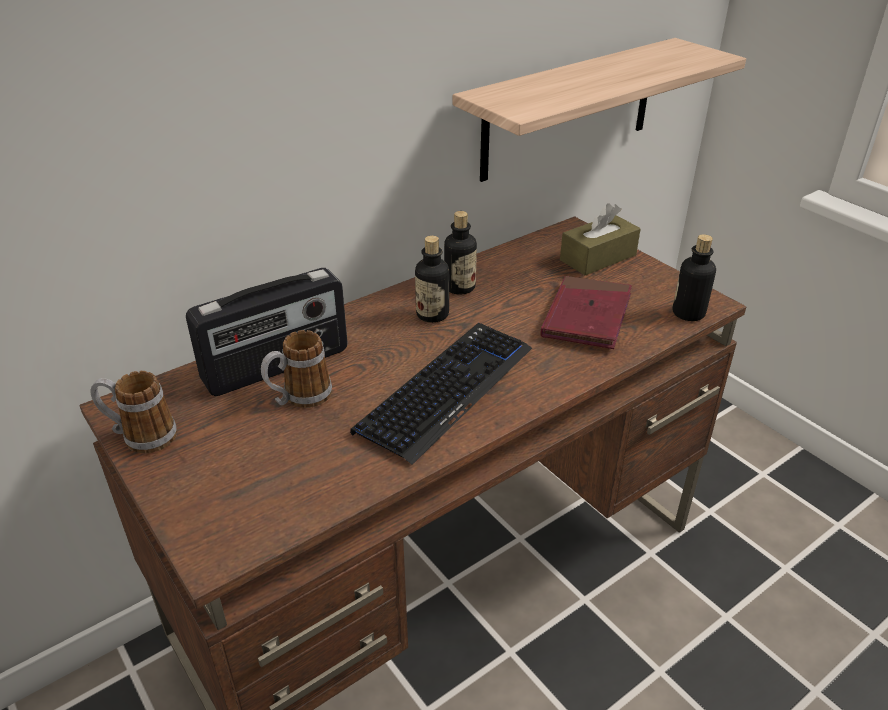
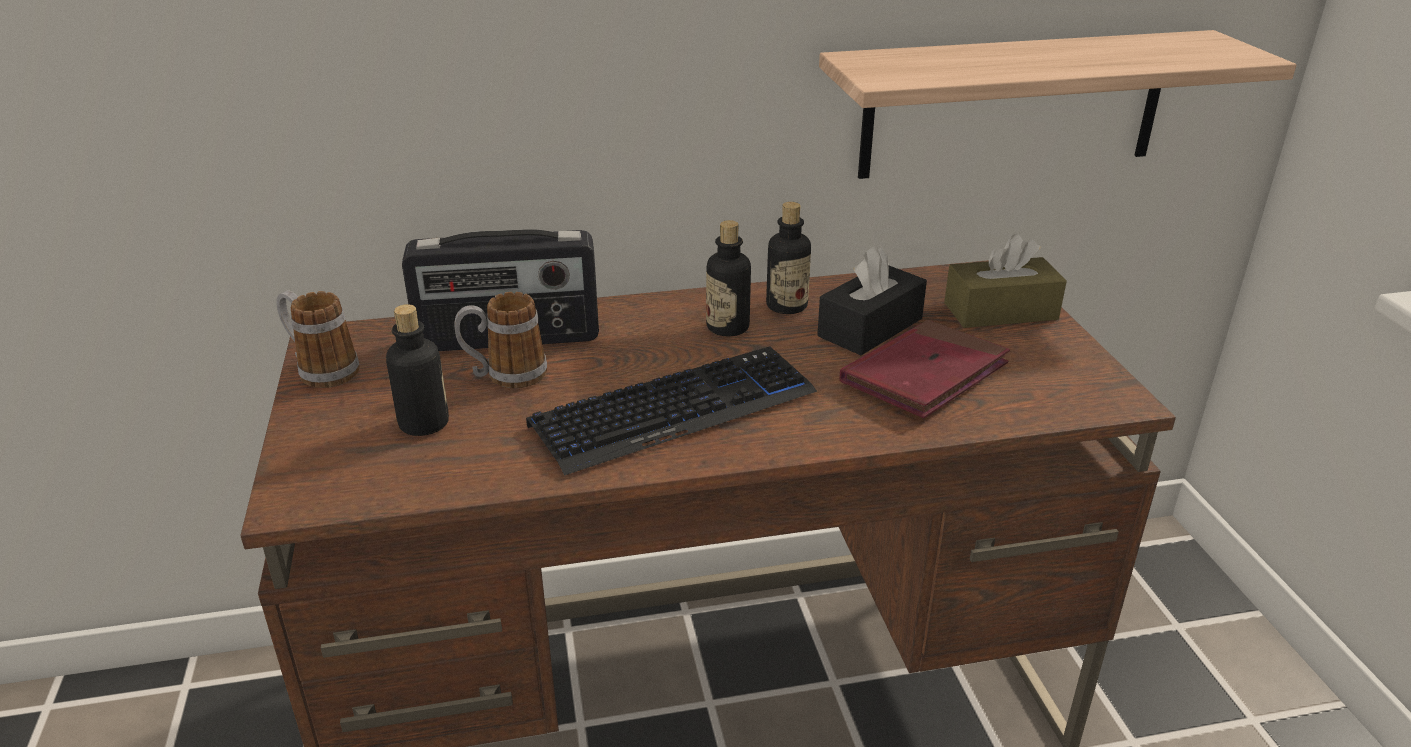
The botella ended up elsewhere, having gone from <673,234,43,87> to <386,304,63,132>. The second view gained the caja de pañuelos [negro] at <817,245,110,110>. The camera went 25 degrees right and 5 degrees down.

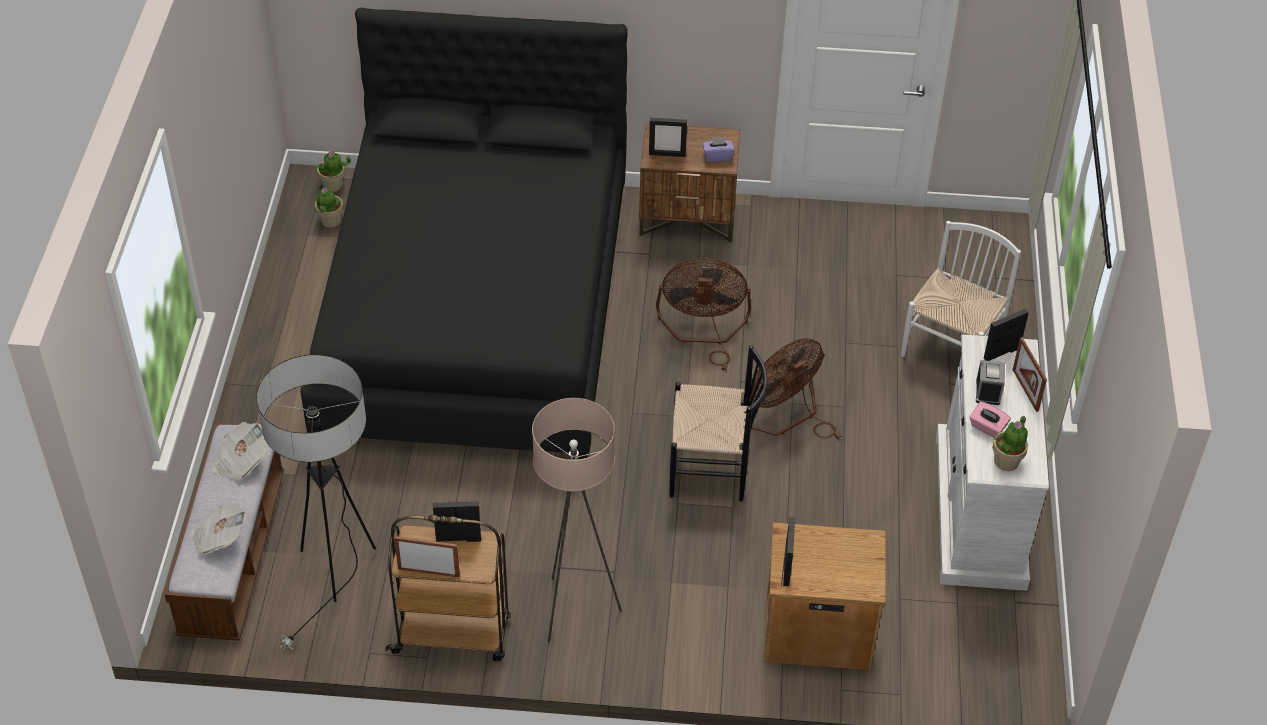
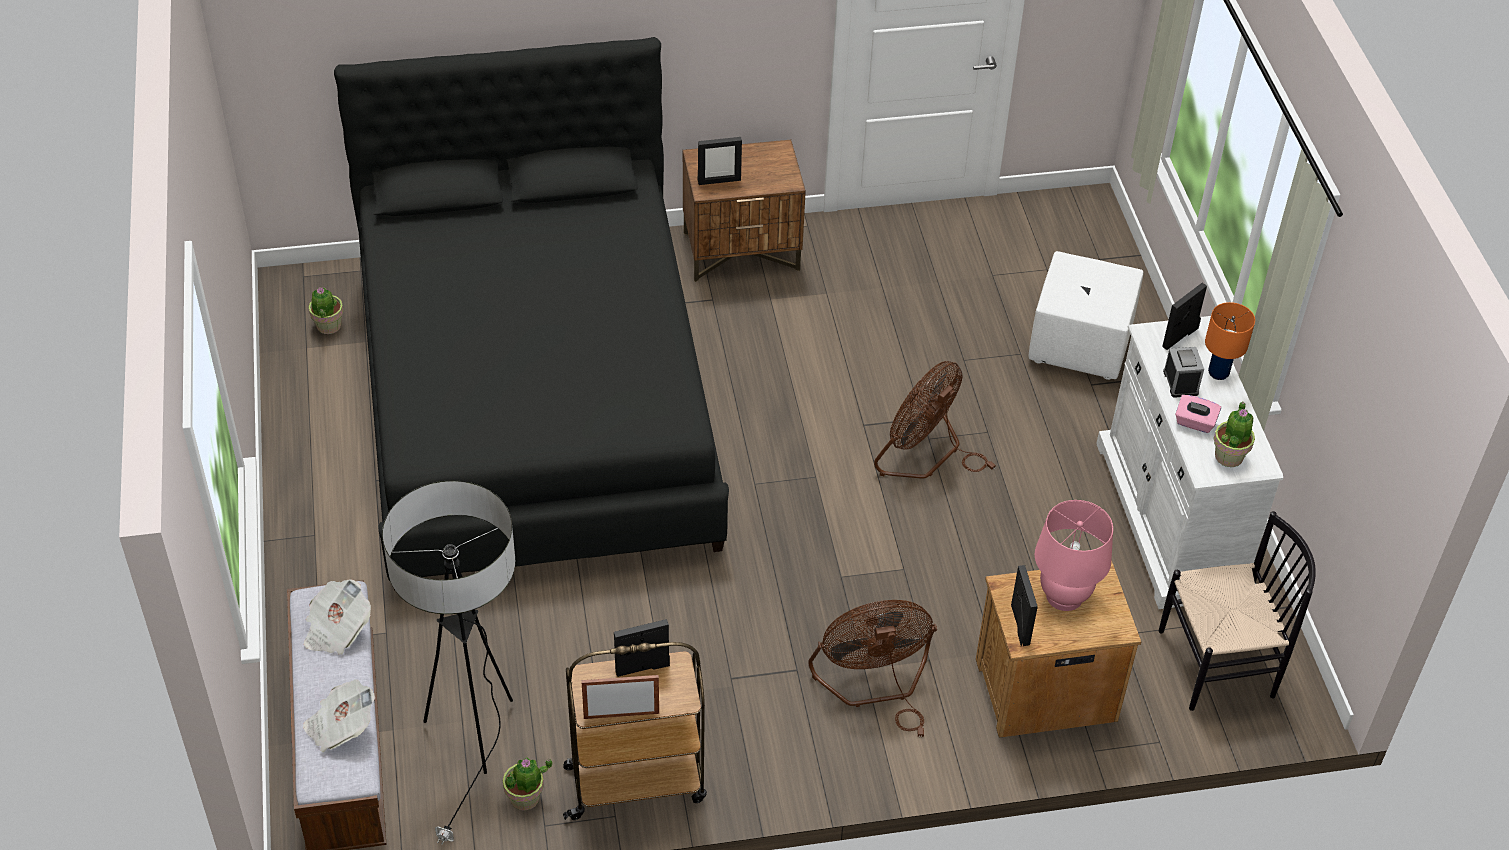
The second view lost the caja de pañuelos [morado] at <702,137,33,25>. The planta en maceta ended up elsewhere, having gone from <317,151,34,41> to <503,757,50,54>. Where the silla [blanco] stood at <901,221,120,136>, the puf [blanco] came to stand at <1029,251,115,129>. The ventilador [marrón] ended up elsewhere, having gone from <656,258,95,113> to <809,600,128,137>. Where the portarretratos stood at <1013,337,34,75>, the lámpara de mesa [naranja] came to stand at <1205,302,50,78>. The silla [negro] ended up elsewhere, having gone from <669,345,98,157> to <1159,511,157,200>. The second view lost the lámpara de pie [beis] at <532,398,90,244>. The second view gained the lámpara de mesa [rosa] at <1035,500,78,111>. The camera went 15 degrees left and 0 degrees up.

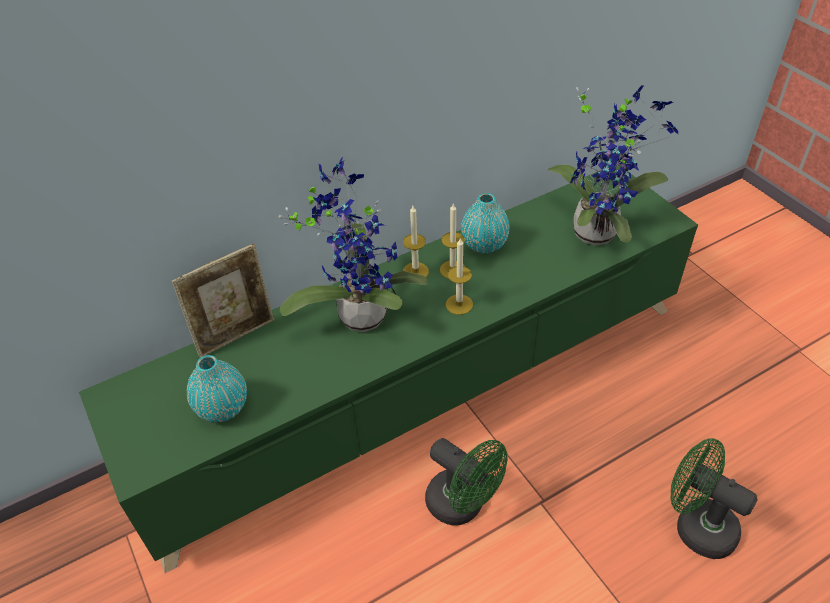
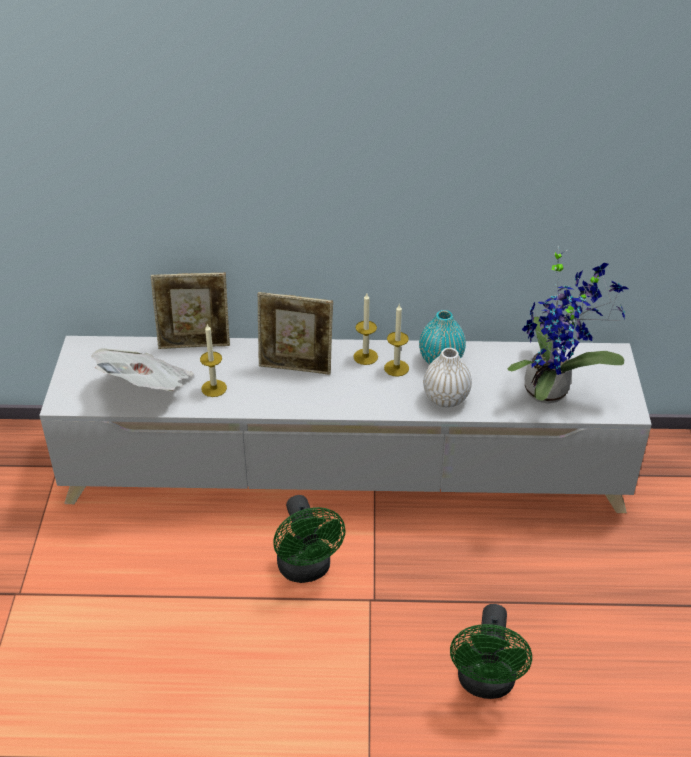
Where the planta en maceta stood at <279,157,149,175>, the portarretratos came to stand at <258,292,75,83>. What was the mueble de televisión [verde] at <79,166,619,407> turned into the mueble de televisión [blanco] at <39,336,613,177>. The vela ended up elsewhere, having gone from <446,238,27,77> to <200,323,27,74>. Where the florero [turquesa] stood at <187,355,60,67>, the periódico came to stand at <91,348,103,43>. The ventilador [verde] at <671,438,87,121> ended up facing another way, 150 degrees counterclockwise from before. The second view gained the florero [blanco] at <423,348,49,59>. The camera went 30 degrees right and 5 degrees down.

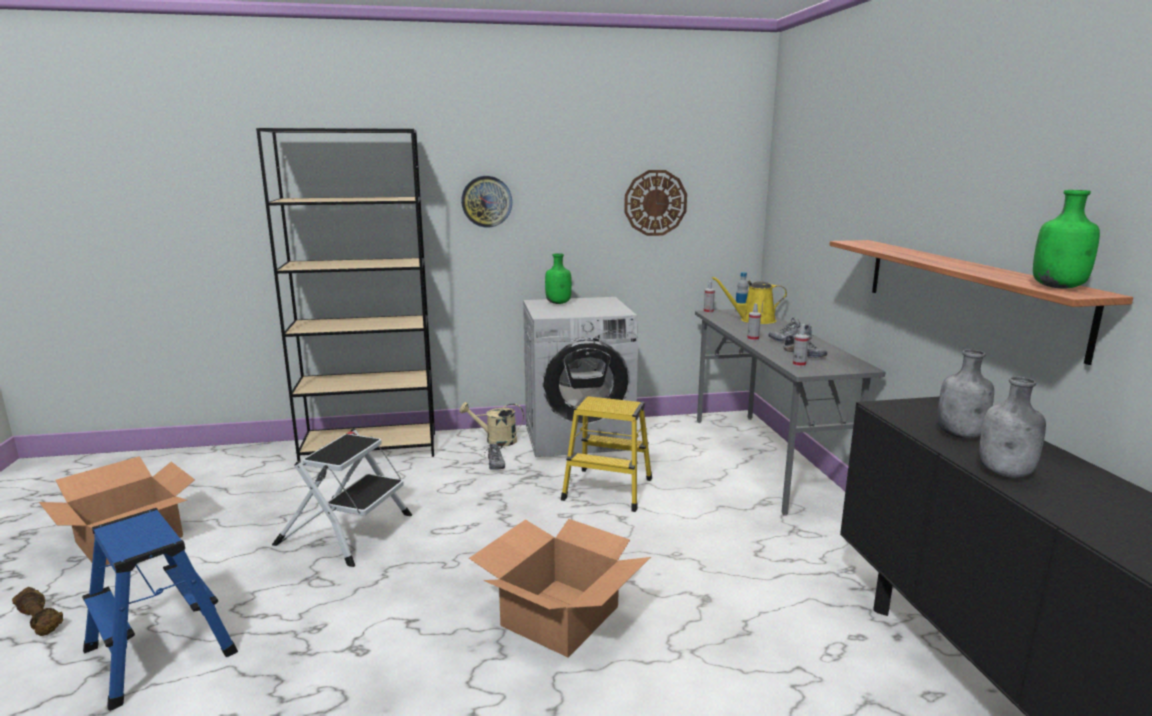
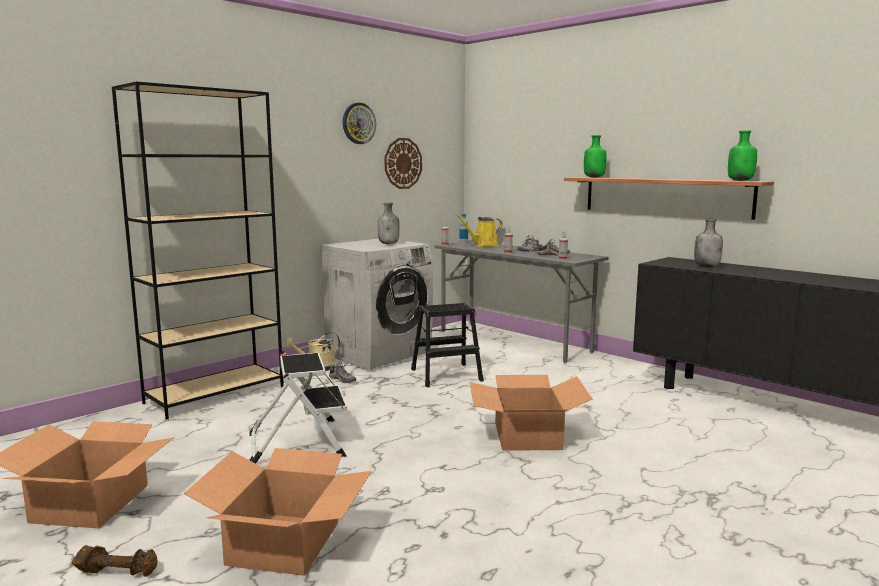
The reloj de pared ended up elsewhere, having gone from <461,176,51,52> to <343,103,33,41>. The botella [verde] ended up elsewhere, having gone from <545,253,27,51> to <584,135,23,43>. The botella [gris] ended up elsewhere, having gone from <979,376,67,102> to <378,203,22,41>. What was the escalera de tijera [amarillo] at <561,395,91,117> turned into the escalera de tijera [negro] at <411,303,73,84>. Where the escalera de tijera [azul] stood at <82,508,156,203>, the caja de cartón came to stand at <184,448,188,128>. The camera went 35 degrees left and 5 degrees down.

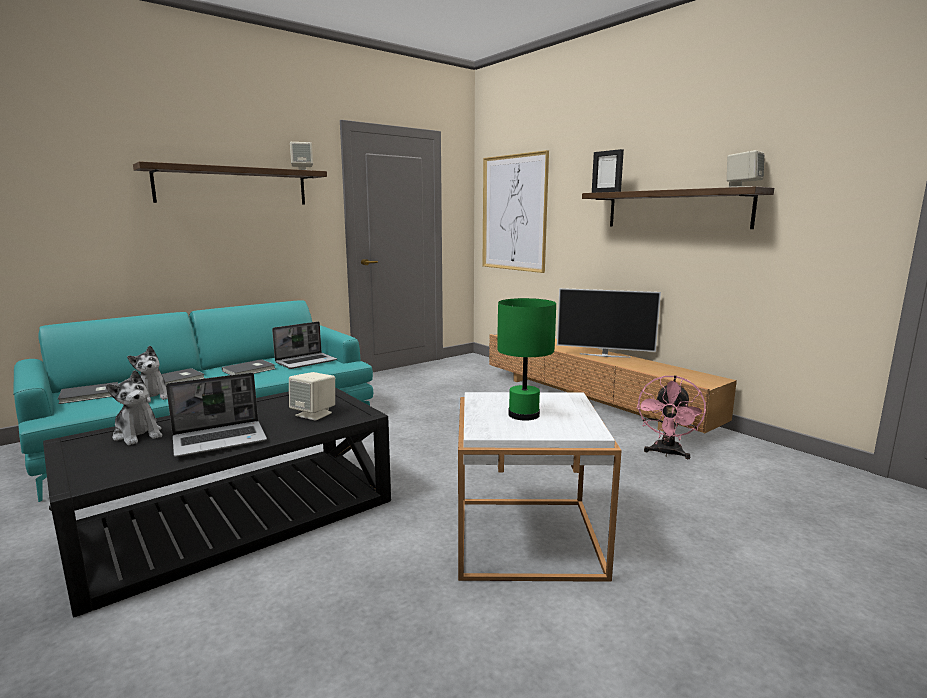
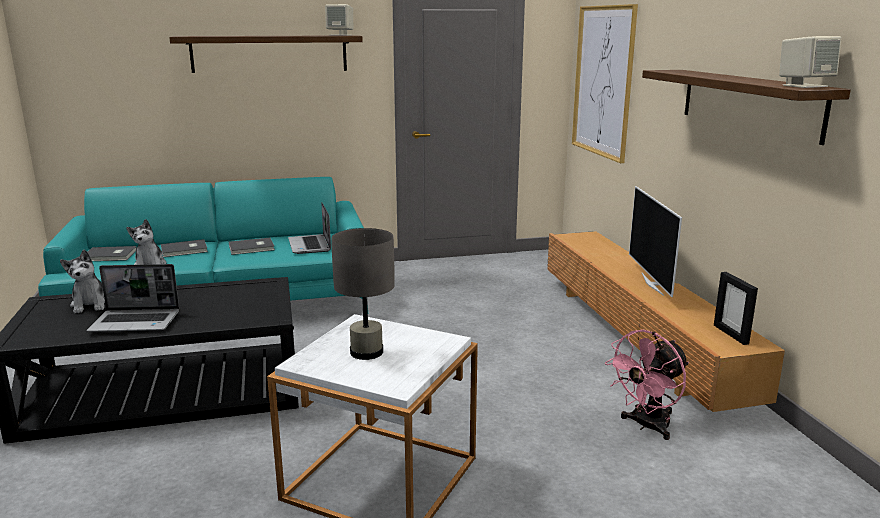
The portarretratos ended up elsewhere, having gone from <592,149,32,44> to <714,272,44,73>. The televisor at <557,288,104,70> ended up facing another way, 45 degrees clockwise from before. What was the lámpara de mesa [verde] at <497,298,59,123> turned into the lámpara de mesa [gris] at <331,228,64,132>. The portátil at <272,321,65,48> ended up facing another way, 90 degrees clockwise from before. The second view lost the altavoz [beis] at <289,372,46,49>. The camera went 25 degrees right and 5 degrees up.

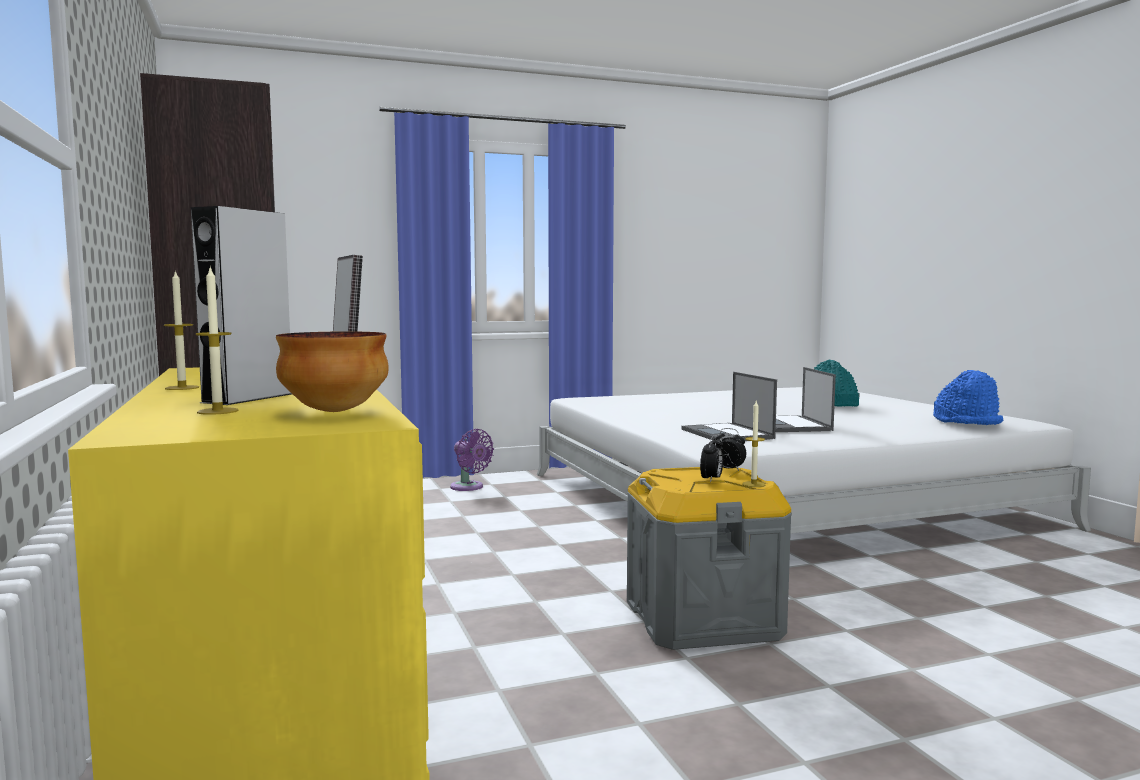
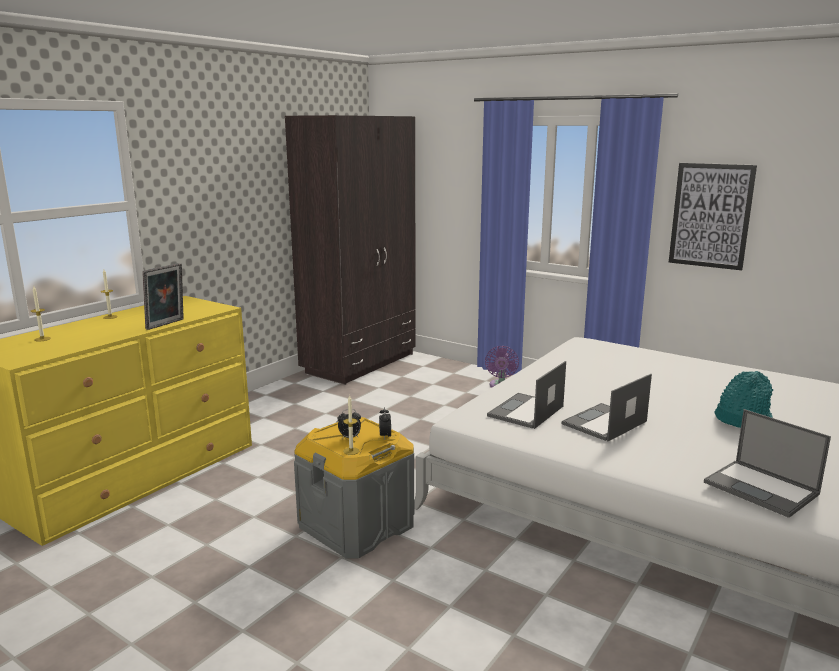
The second view lost the altavoz [gris] at <191,206,101,199>. The second view lost the cuenco at <276,331,113,81>. Where the sombrero [azul] stood at <933,370,70,55>, the portátil came to stand at <704,409,127,109>. The second view gained the cuadro at <669,163,88,107>. The camera went 55 degrees right and 10 degrees up.

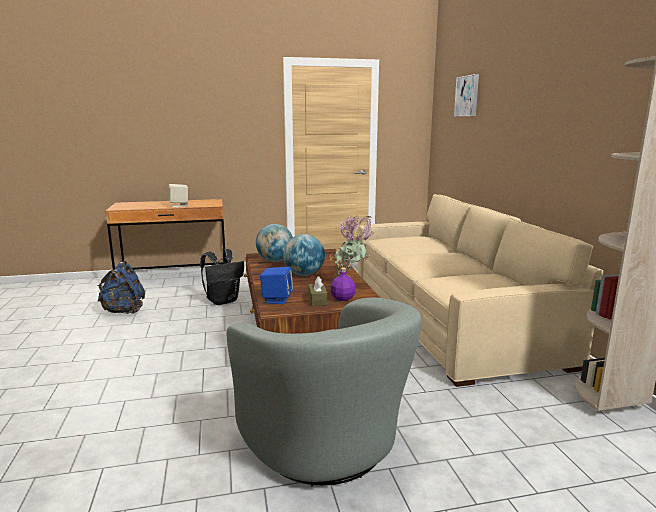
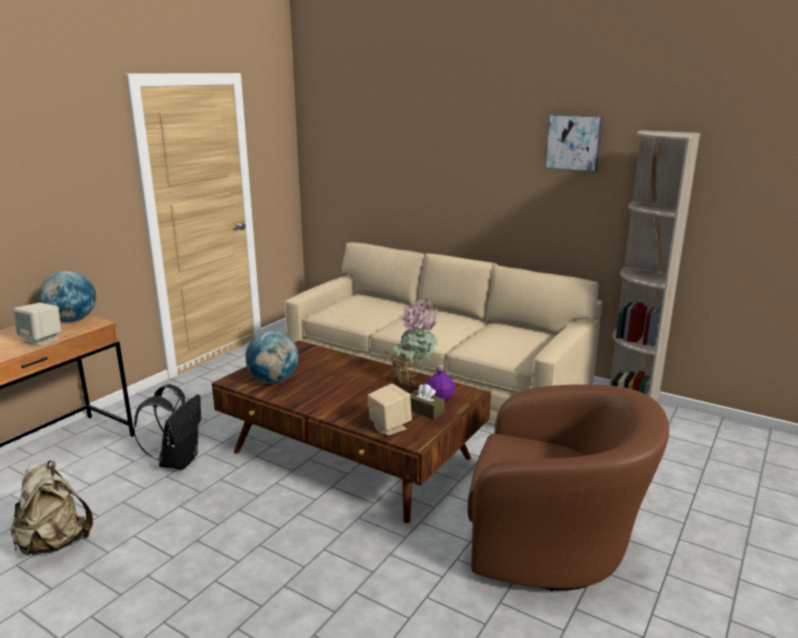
The cuadro ended up elsewhere, having gone from <454,74,25,42> to <544,114,59,59>. The globo terráqueo ended up elsewhere, having gone from <283,234,42,42> to <39,271,57,51>. What was the mochila [azul] at <97,261,48,53> turned into the mochila [beis] at <11,461,82,95>. What was the altavoz [azul] at <260,267,33,37> turned into the altavoz [beis] at <368,383,44,52>. What was the sillón [gris] at <227,298,195,188> turned into the sillón [marrón] at <468,384,201,207>. The camera went 45 degrees left and 5 degrees up.

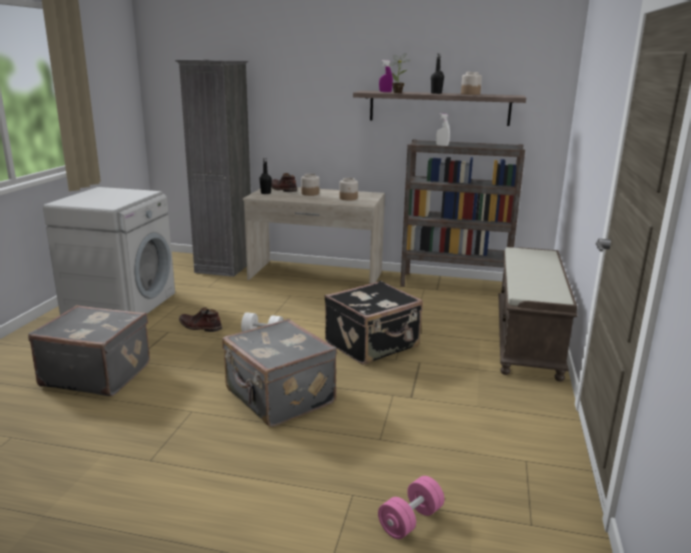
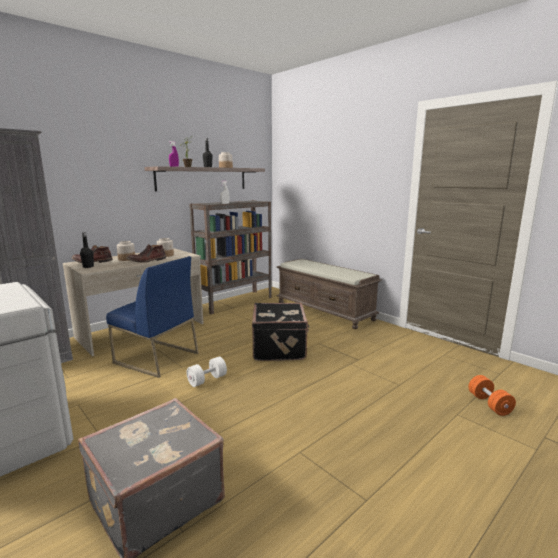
The bota [marrón] ended up elsewhere, having gone from <179,307,43,25> to <126,244,40,19>. The second view lost the maleta [gris] at <222,319,115,108>. What was the mancuerna [rosa] at <378,476,66,63> turned into the mancuerna [naranja] at <468,375,48,41>. The second view gained the silla [azul] at <106,256,93,122>. The camera went 55 degrees left and 5 degrees down.

